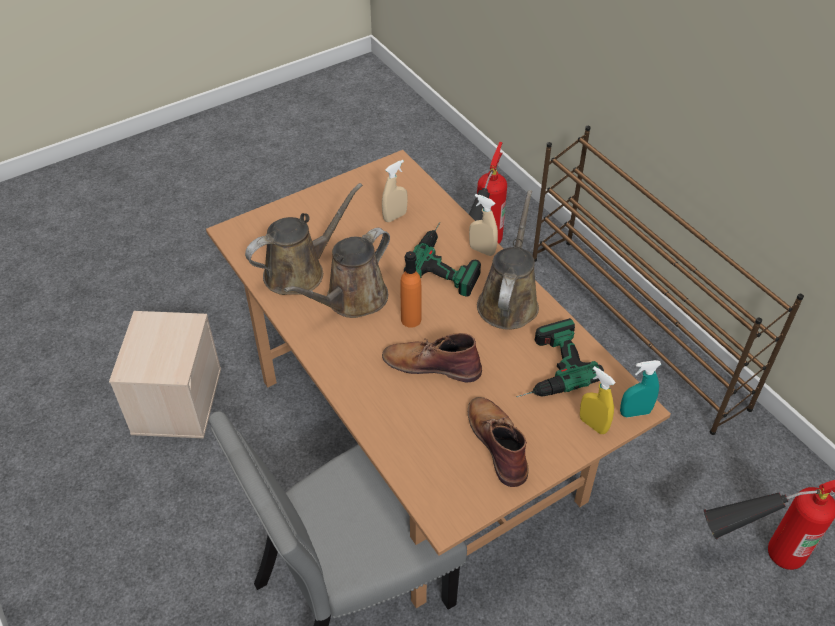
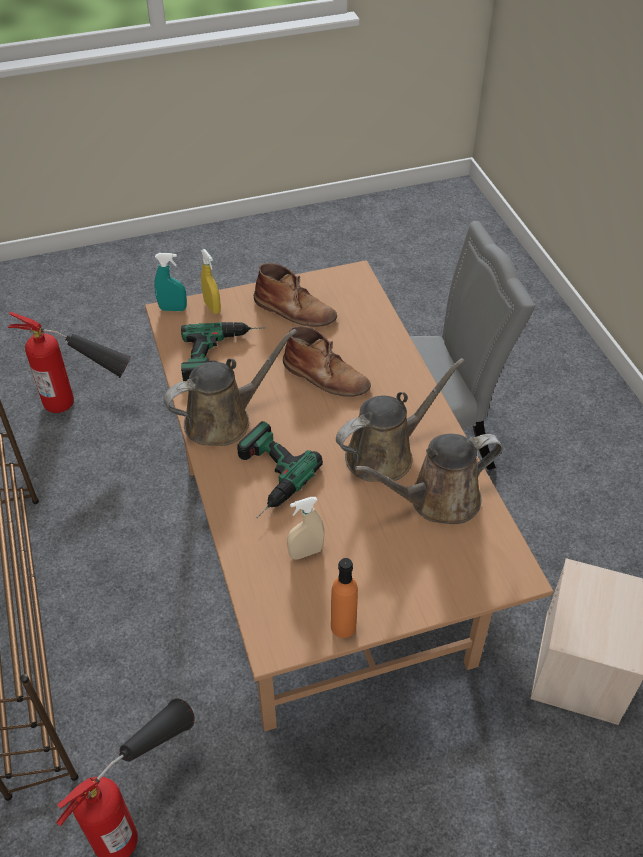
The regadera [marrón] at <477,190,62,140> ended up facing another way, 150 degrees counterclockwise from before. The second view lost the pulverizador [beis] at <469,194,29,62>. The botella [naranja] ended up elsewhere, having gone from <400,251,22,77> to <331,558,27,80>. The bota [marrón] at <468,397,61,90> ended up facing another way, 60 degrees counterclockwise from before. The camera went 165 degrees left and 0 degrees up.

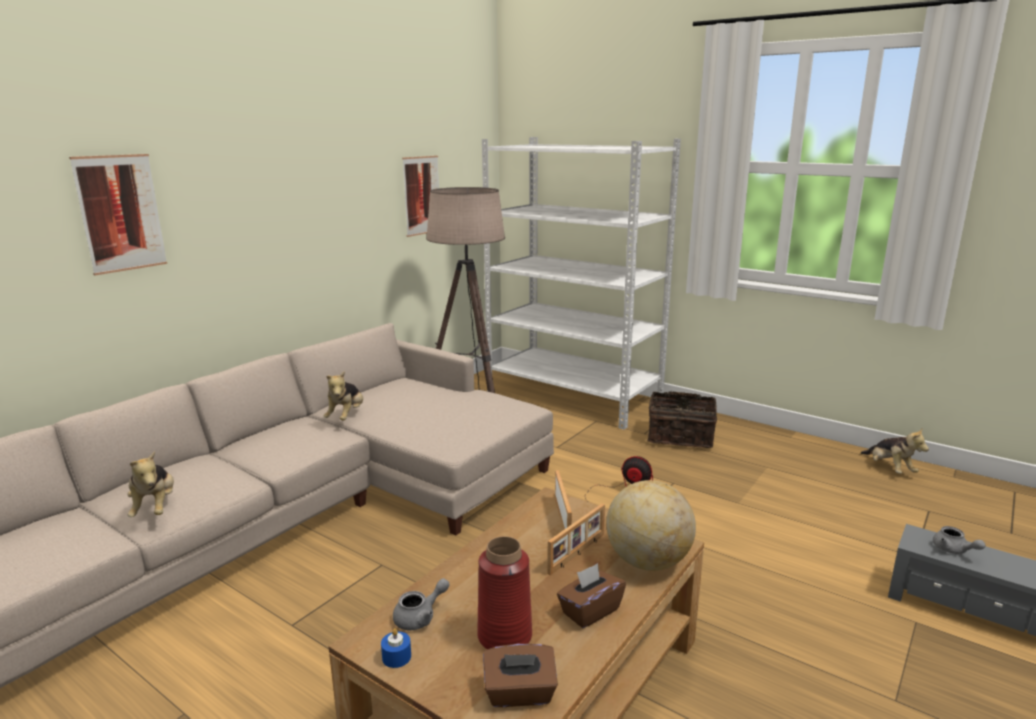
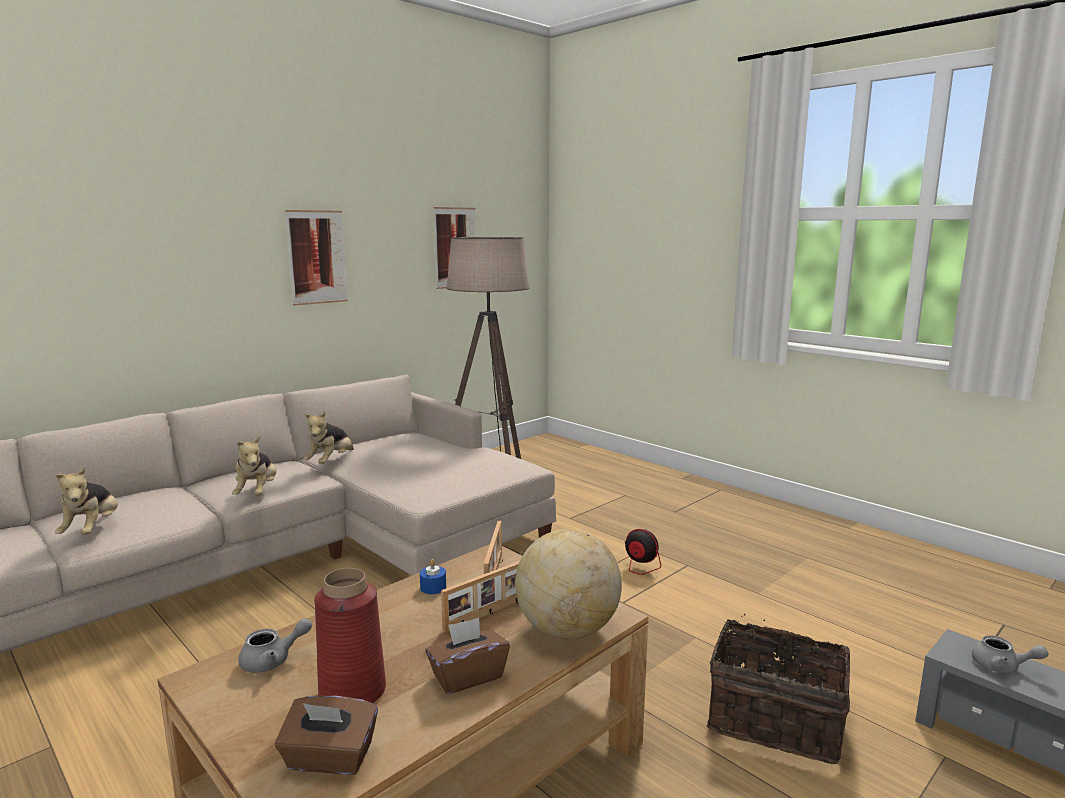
The second view lost the estantería [blanco] at <482,137,199,293>. The cuadro ended up elsewhere, having gone from <69,154,98,122> to <285,210,63,96>. The cesta ended up elsewhere, having gone from <648,391,69,57> to <706,613,144,151>. The peluche ended up elsewhere, having gone from <861,427,68,47> to <232,436,45,60>. The tetera [gris] at <933,526,53,28> ended up facing another way, 45 degrees counterclockwise from before. The vela [azul] ended up elsewhere, having gone from <381,628,30,40> to <420,559,26,35>. The camera went 10 degrees right and 5 degrees down.

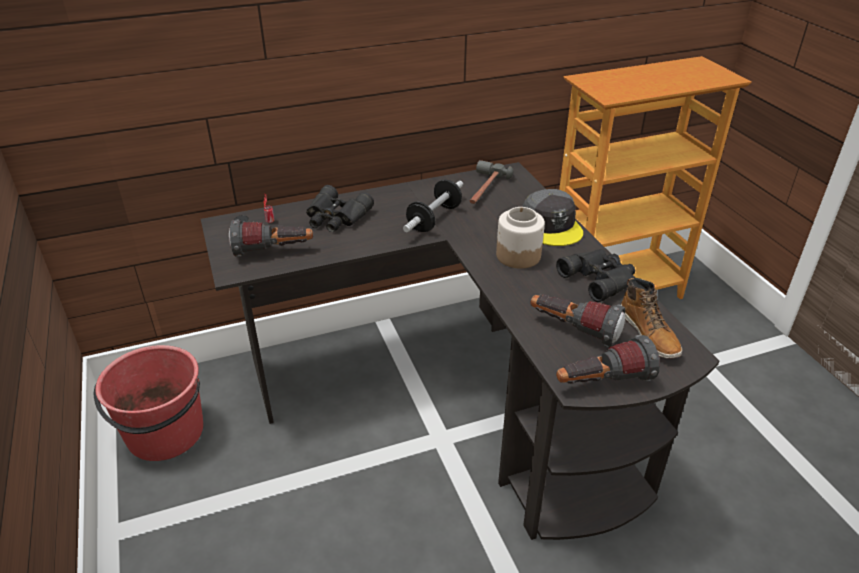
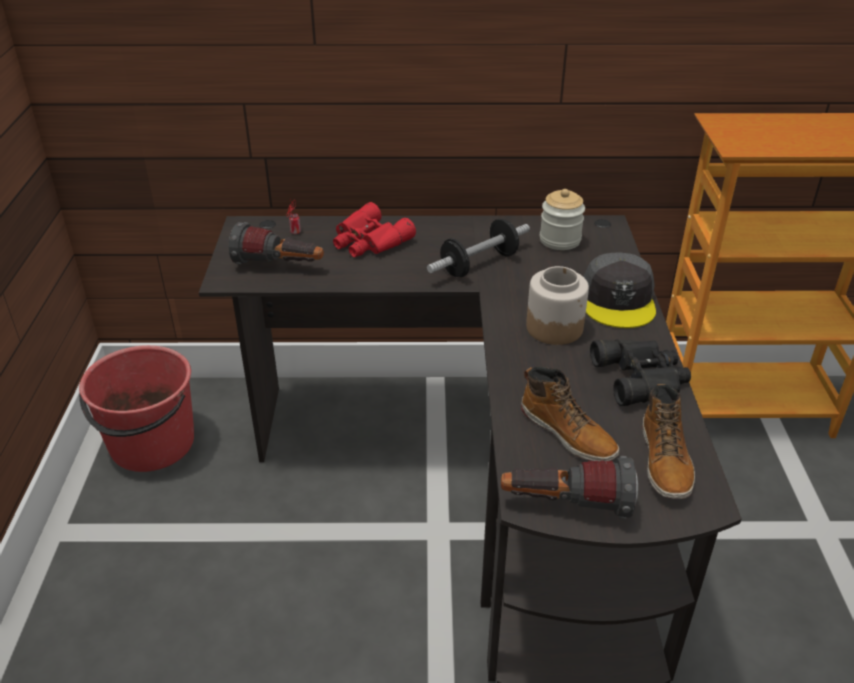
Where the martillo stood at <470,160,43,44>, the tarro came to stand at <540,189,45,61>. What was the prismáticos [negro] at <306,185,68,47> turned into the prismáticos [rojo] at <333,202,83,55>. Where the linterna stood at <530,294,95,53>, the bota came to stand at <521,367,99,94>. The camera went 20 degrees right and 0 degrees up.

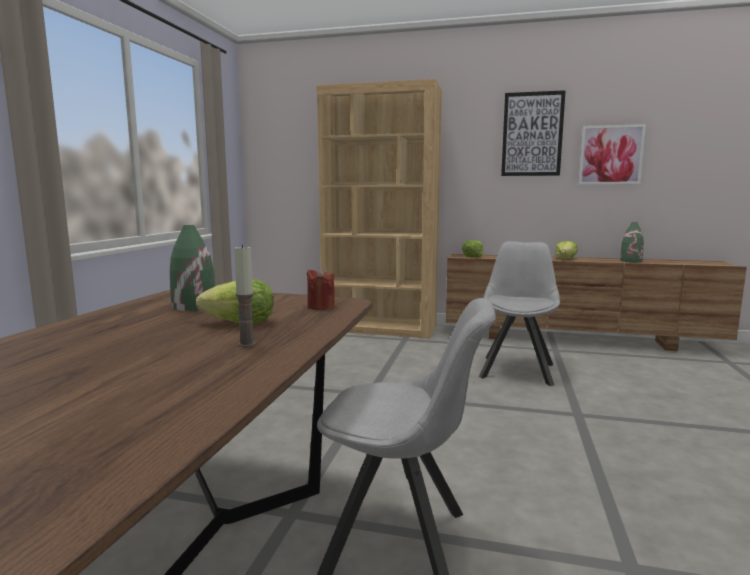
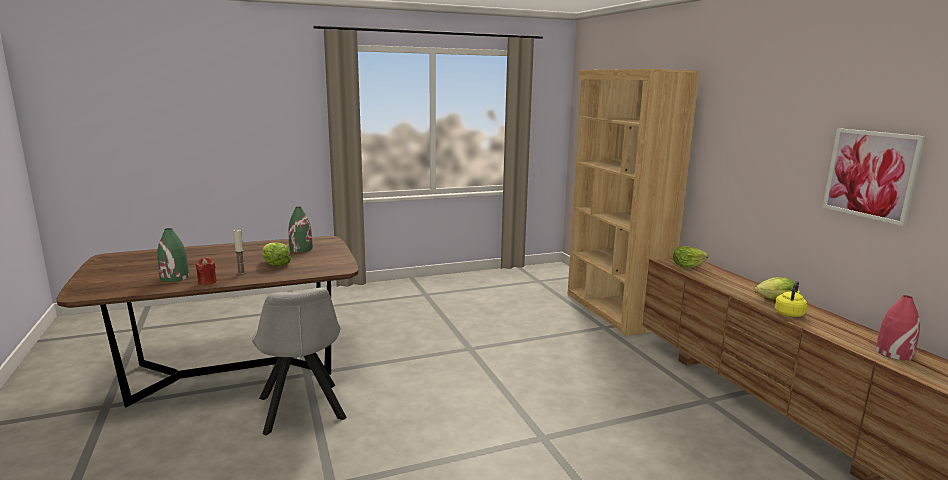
The second view lost the cuadro at <501,90,65,86>. The florero [verde] ended up elsewhere, having gone from <620,222,24,40> to <157,228,32,54>. The second view lost the silla [gris] at <479,241,81,145>. The vela [rojo] ended up elsewhere, having gone from <307,267,28,43> to <195,258,22,27>. The second view gained the hervidor [amarillo] at <775,281,32,36>. The second view gained the florero [rojo] at <876,295,44,65>. The camera went 55 degrees right and 5 degrees up.

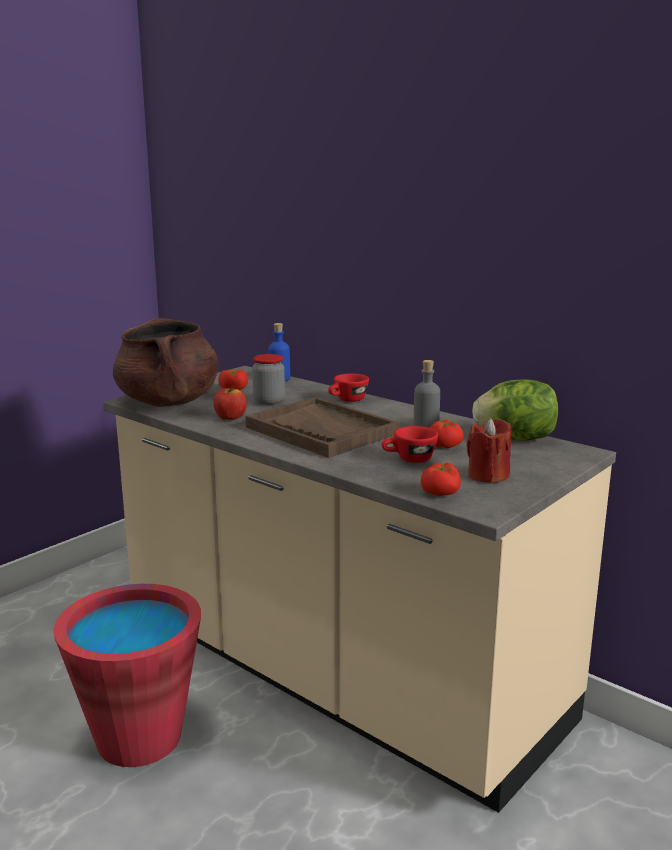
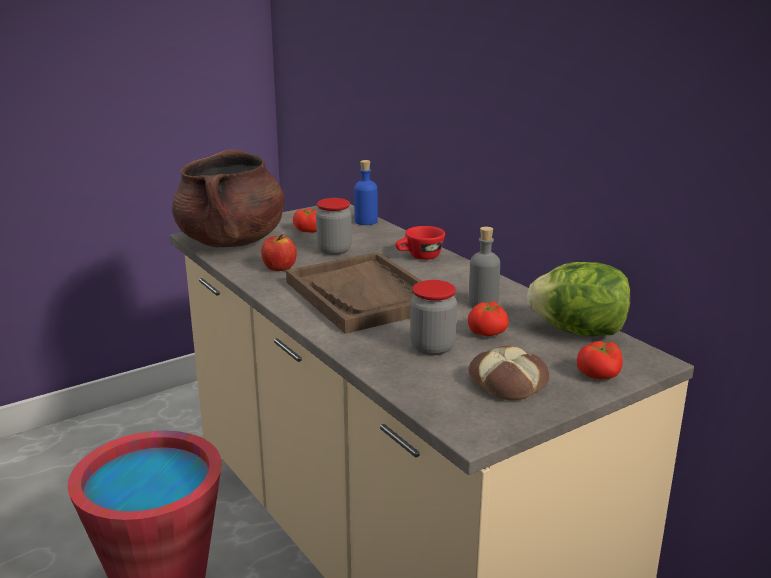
Where the vela [rojo] stood at <467,418,44,66>, the pan came to stand at <469,345,80,55>. Where the taza [rojo] stood at <382,426,56,37>, the tarro came to stand at <410,280,47,75>. The tomate ended up elsewhere, having gone from <421,463,40,33> to <577,341,46,38>. The camera went 15 degrees right and 5 degrees up.

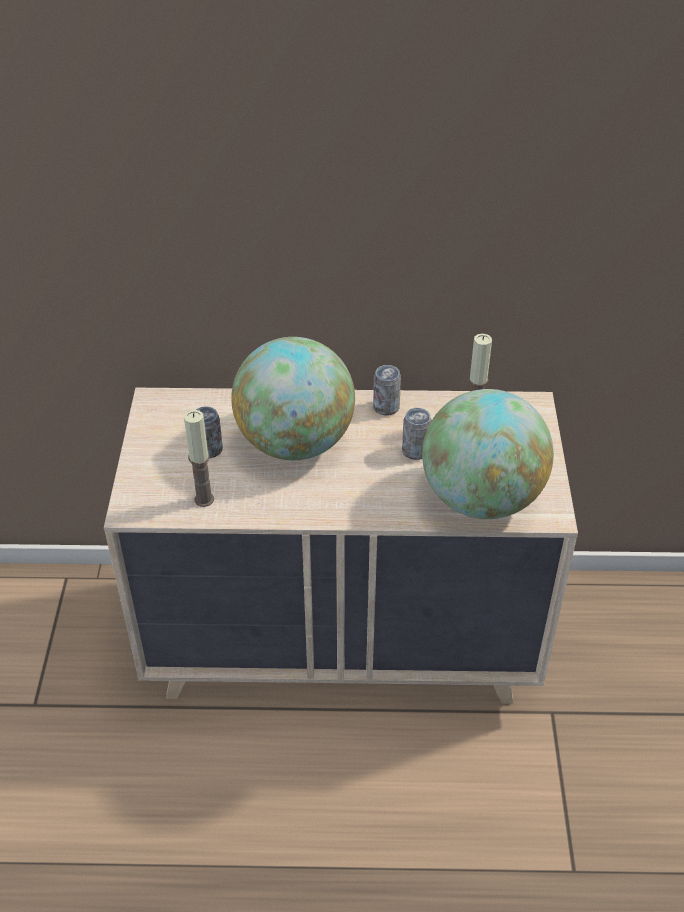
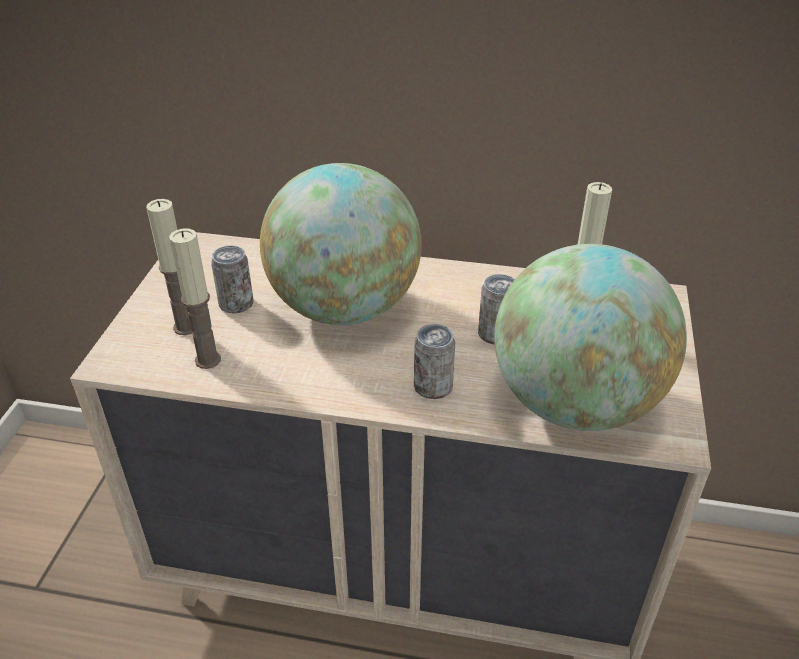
The lata ended up elsewhere, having gone from <373,365,28,51> to <414,324,41,75>. The second view gained the vela at <146,199,47,136>. The camera went 10 degrees right and 5 degrees down.

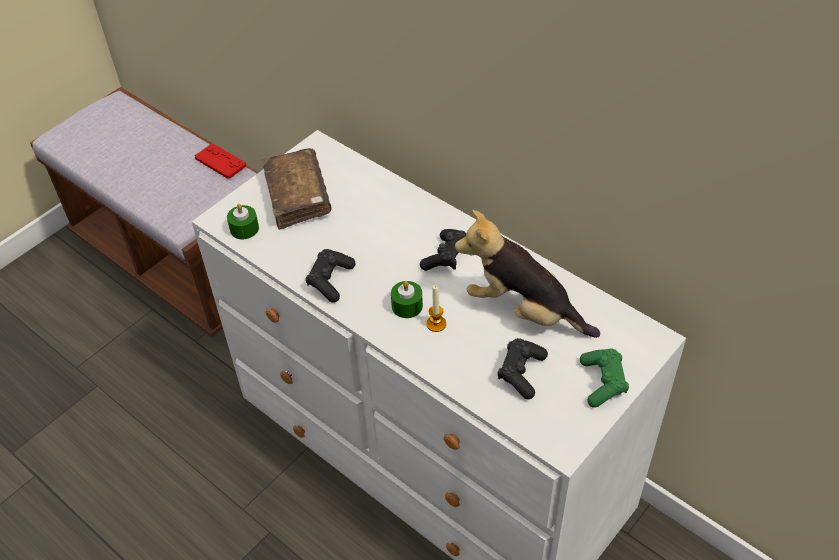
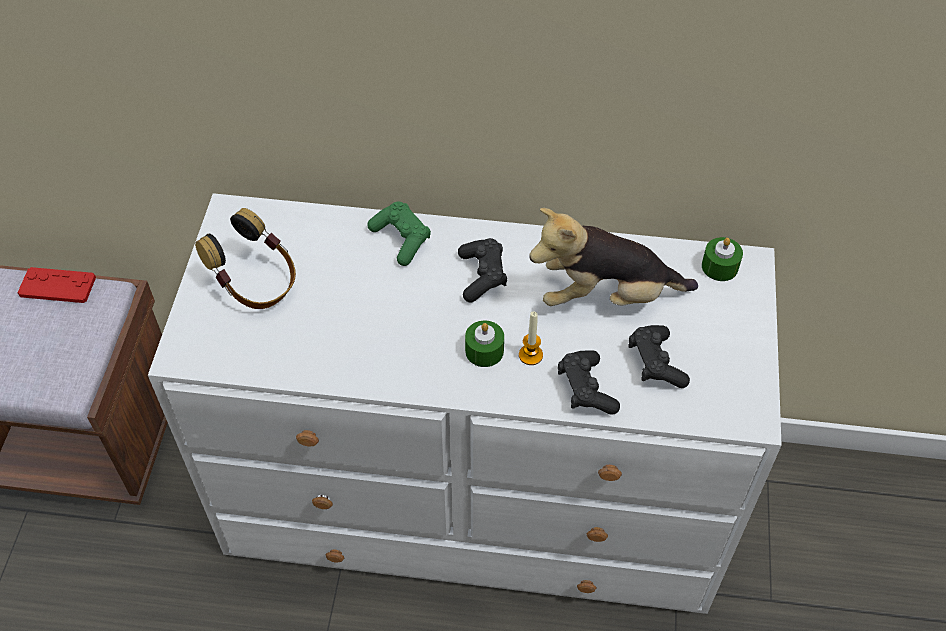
Where the libro [marrón] stood at <261,148,71,82>, the auriculares came to stand at <195,208,101,101>. The vela [verde] ended up elsewhere, having gone from <227,204,32,35> to <702,237,41,44>. The mando de consola [negro] ended up elsewhere, having gone from <306,249,50,54> to <558,350,62,65>. The mando de consola [verde] ended up elsewhere, having gone from <580,348,49,60> to <367,201,64,65>. The camera went 35 degrees left and 5 degrees up.

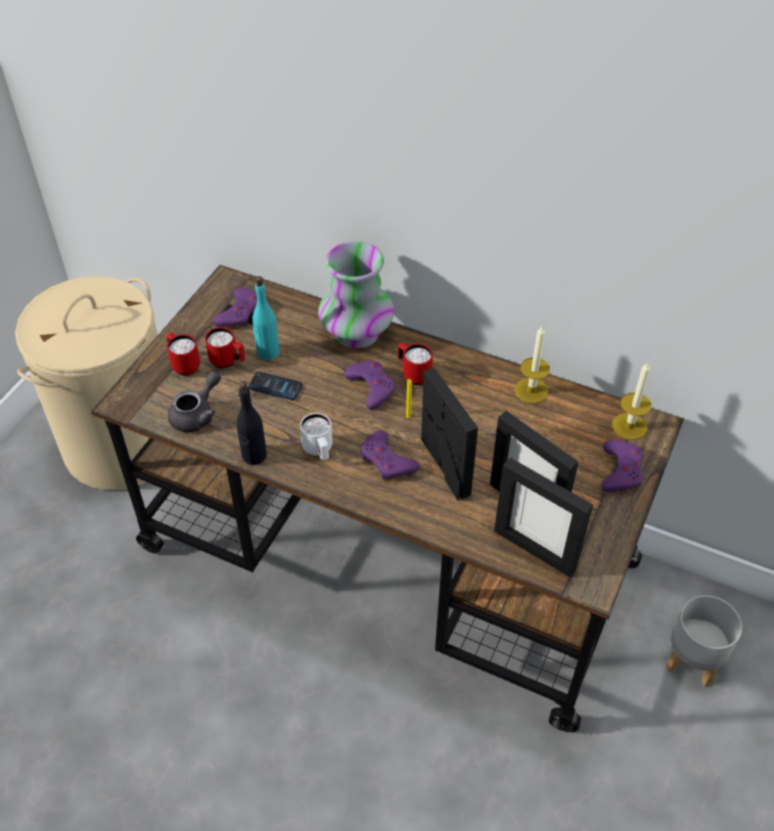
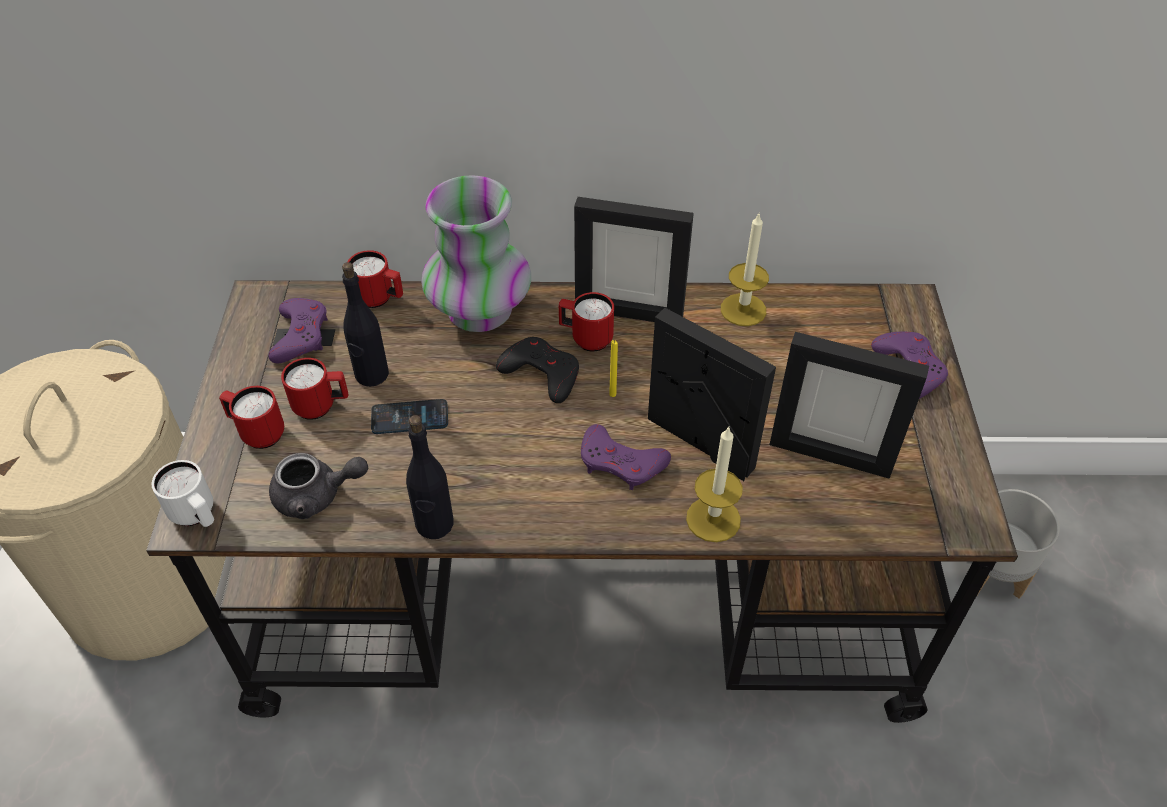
What was the botella [turquesa] at <253,276,26,84> turned into the botella [negro] at <342,262,47,125>. What was the mando de consola [morado] at <344,361,52,49> turned into the mando de consola [negro] at <496,337,83,66>. The vela ended up elsewhere, having gone from <612,362,39,78> to <686,426,57,116>. The tetera [gris] at <168,371,53,61> ended up facing another way, 75 degrees clockwise from before. The taza grande [blanco] ended up elsewhere, having gone from <300,413,33,47> to <152,460,62,67>. The portarretratos ended up elsewhere, having gone from <494,458,99,120> to <574,197,120,125>. The second view gained the taza grande [rojo] at <347,250,56,58>. The camera went 25 degrees left and 0 degrees up.

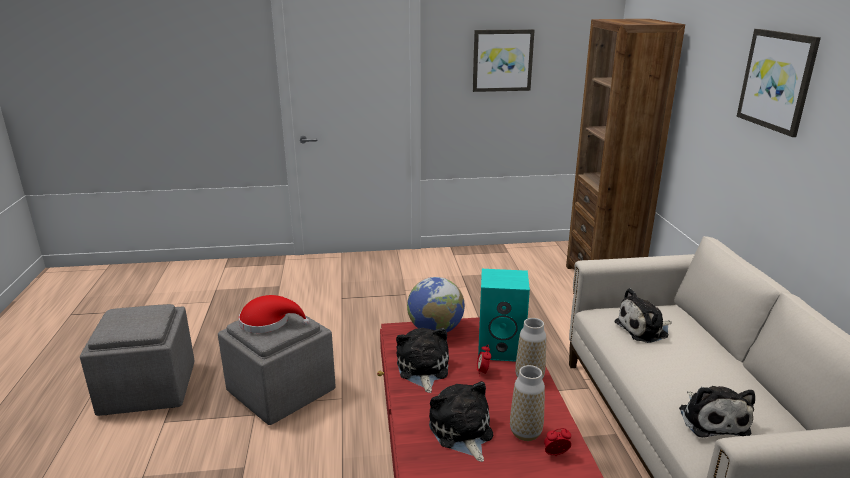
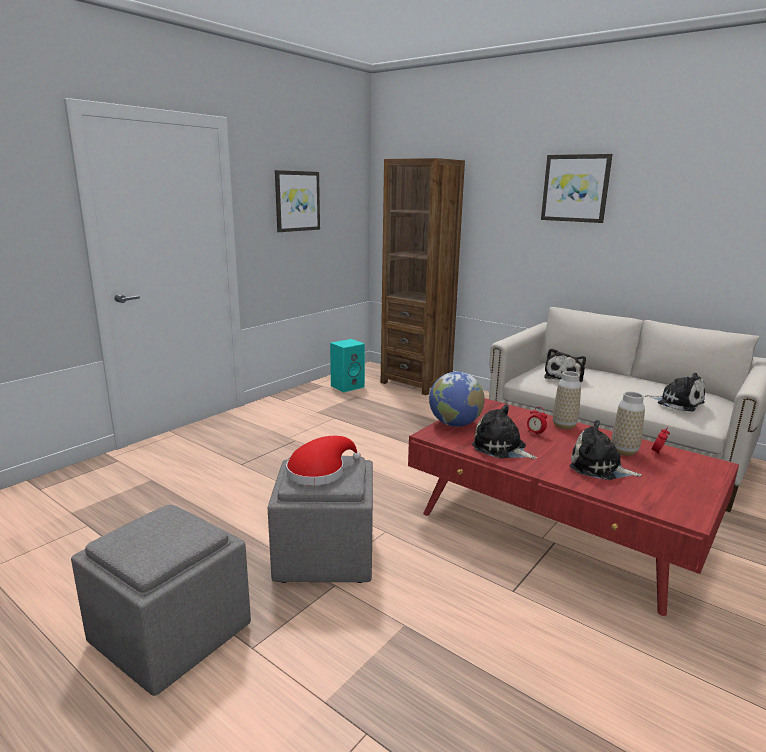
The altavoz [turquesa] ended up elsewhere, having gone from <478,269,52,93> to <330,339,35,53>. The camera went 45 degrees left and 5 degrees down.

